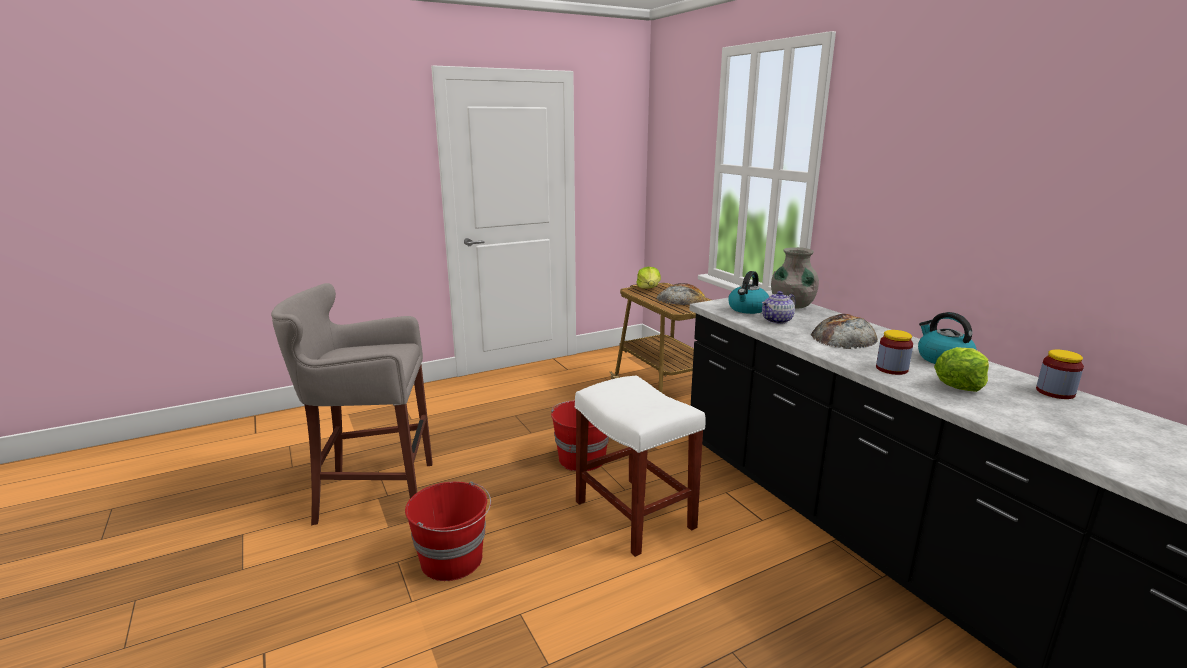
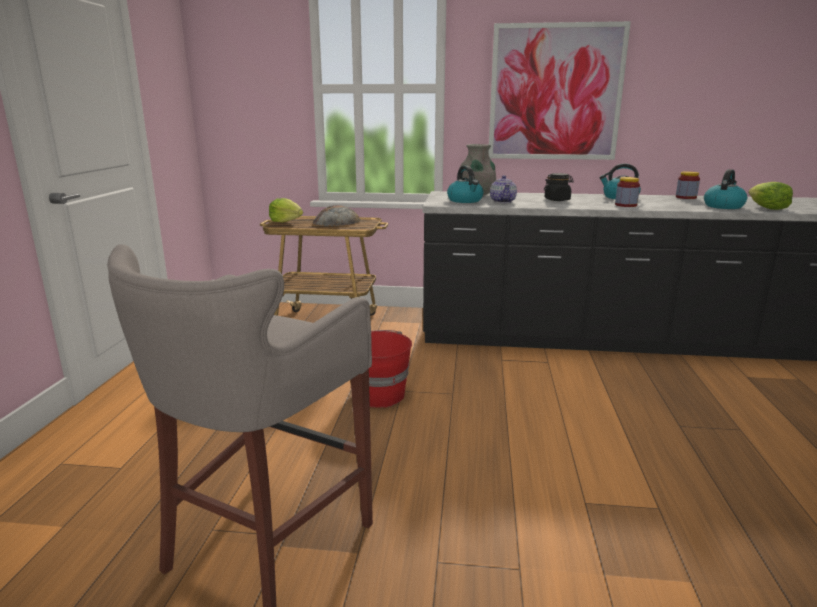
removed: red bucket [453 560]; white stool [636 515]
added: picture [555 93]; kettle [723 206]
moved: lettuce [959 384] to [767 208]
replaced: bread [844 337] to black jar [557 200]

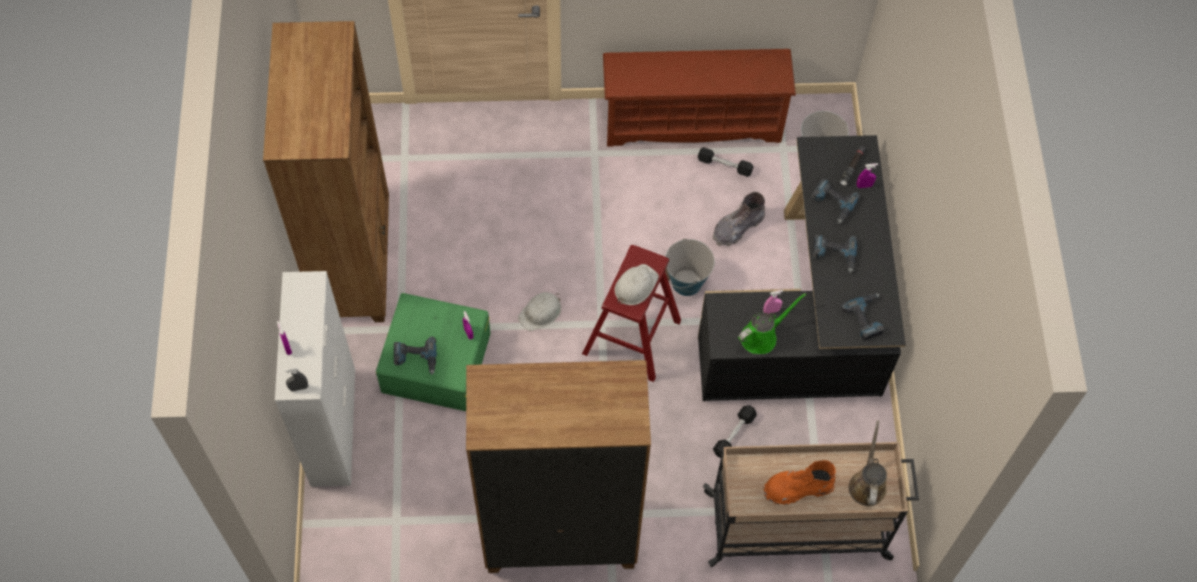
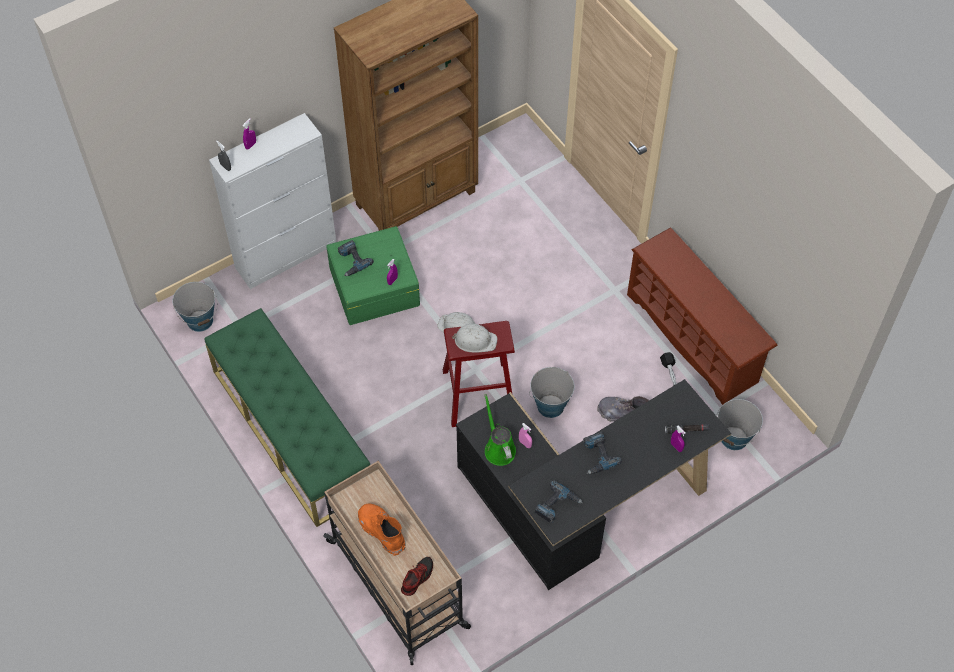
removed: black dumbbell [734 434]; power drill [832 203]
added: bucket [200 320]
replaced: brown bookcase [558 535] to green bench [291 431]; brown watering can [867 483] to shoe [417 577]
turned: green watering can [762 336] = [498 448] 135 degrees counterclockwise

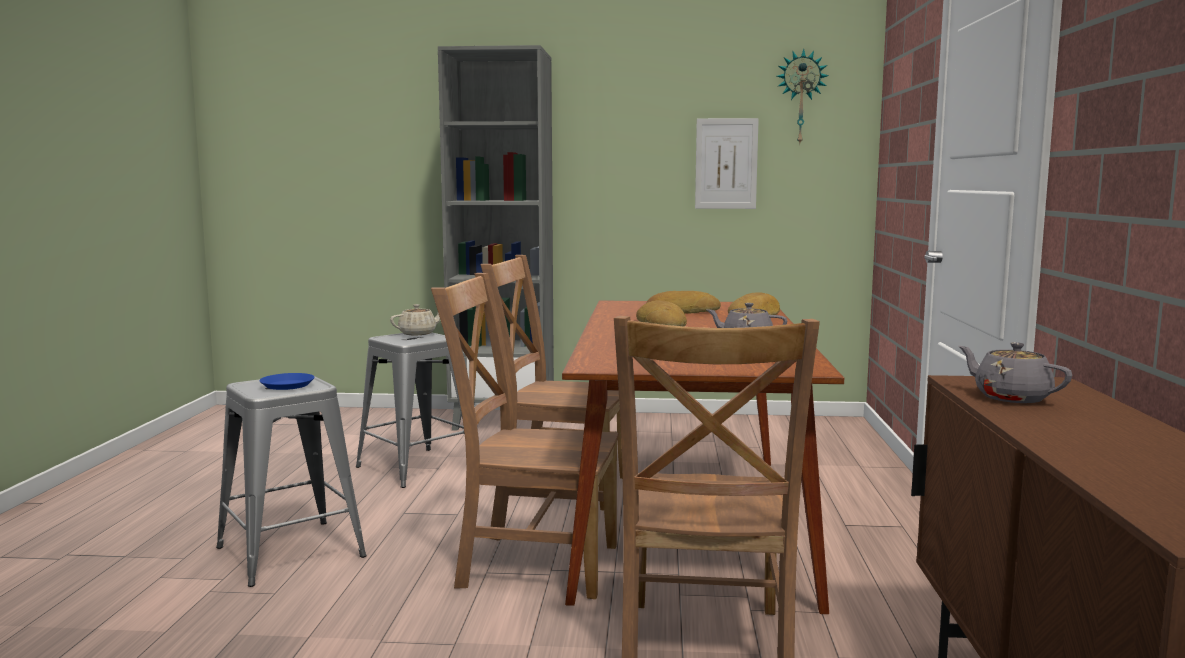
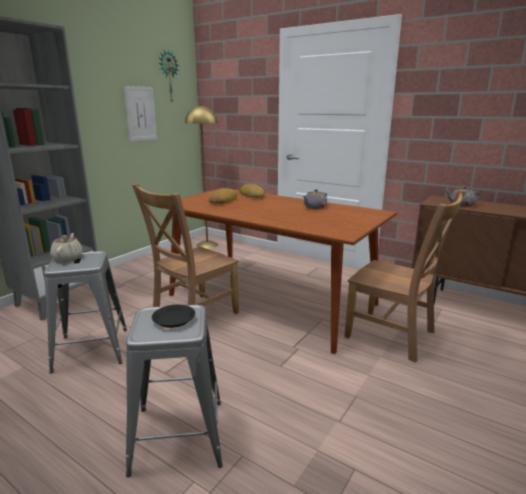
removed: brown chair [532 564]; bread [662 324]
added: yellow floor lamp [207 245]
recoloured: blue plate [287 385] to black plate [173 319]

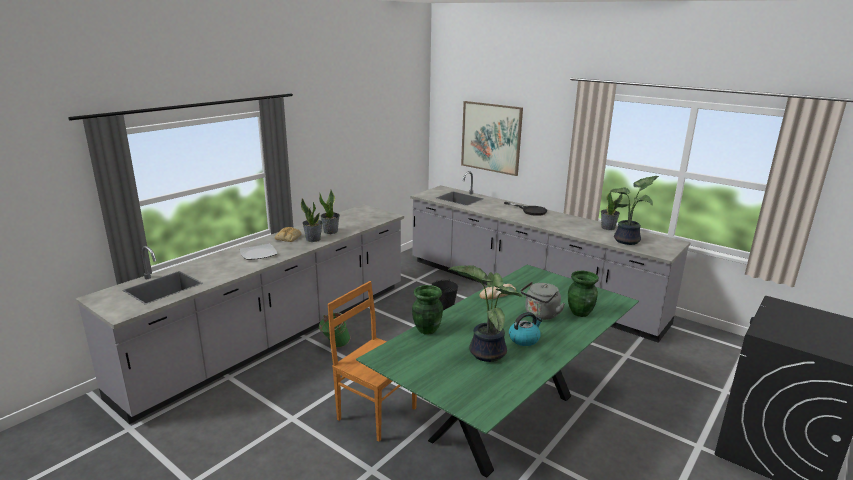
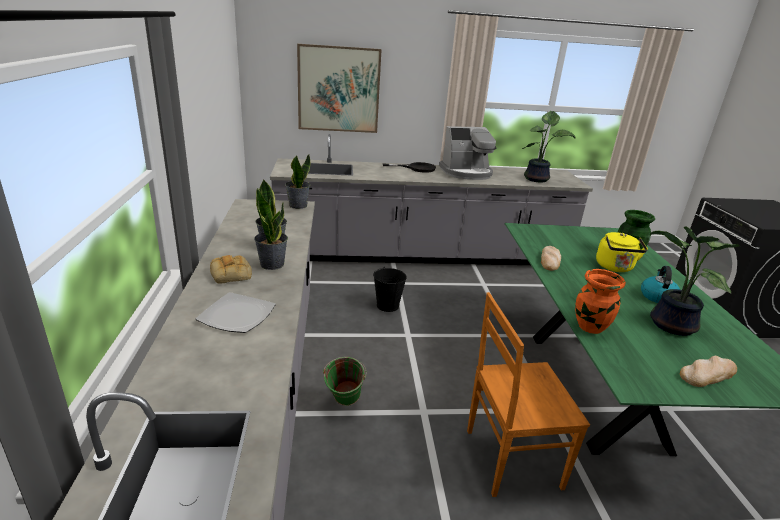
added: coffee machine [466 173]; bread [707 374]
moved: potted plant [607 227] to [298 205]
recoloured: green vase [426 330] to orange vase [590 327]; grey kettle [540 315] to yellow kettle [615 267]

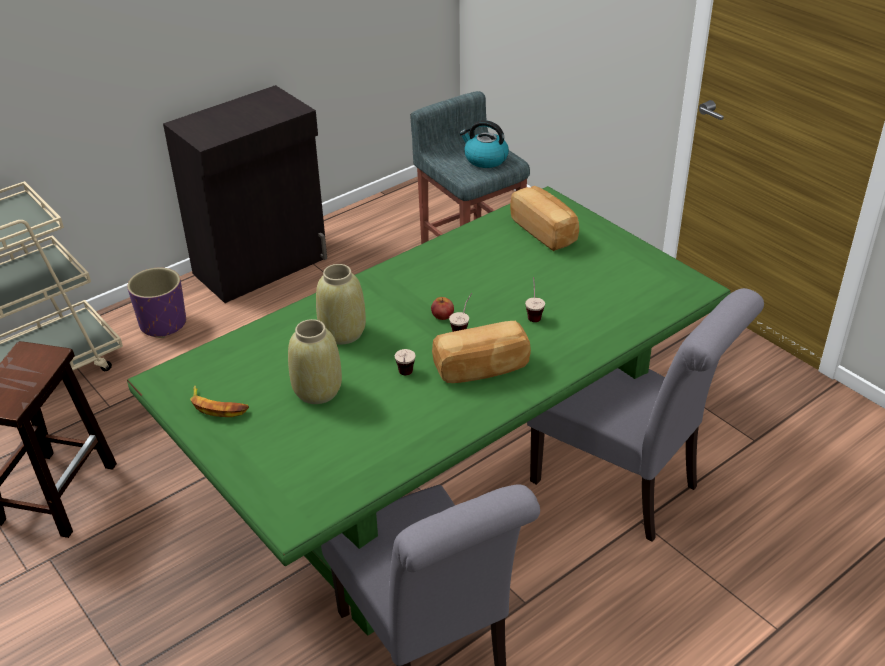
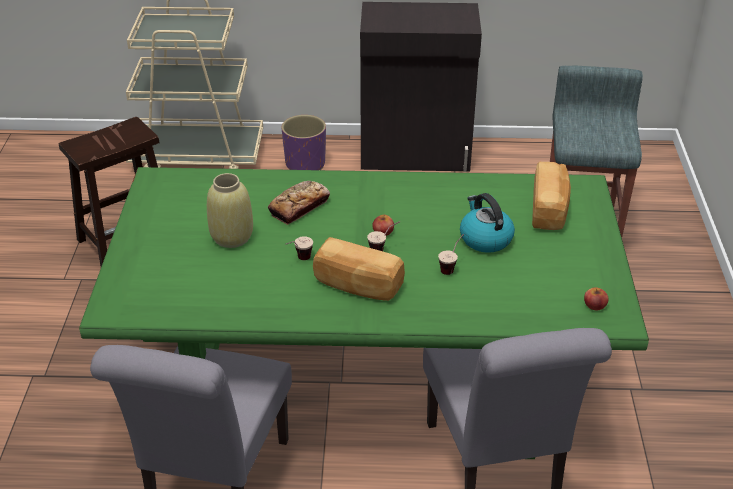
removed: banana [218 406]
added: apple [595 305]
moved: kettle [485 159] to [485 238]
replaced: beige vase [342 332] to bread [299 207]

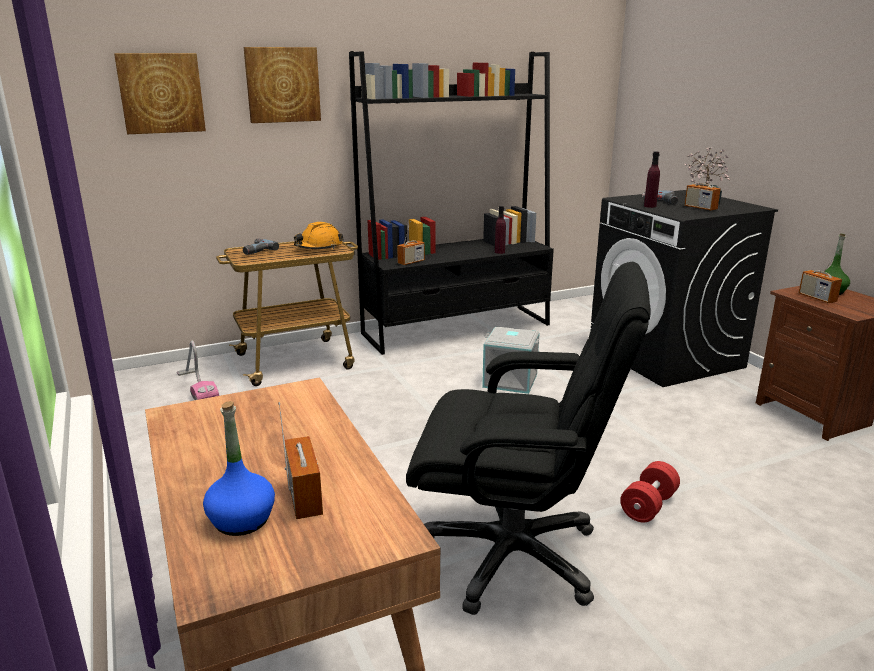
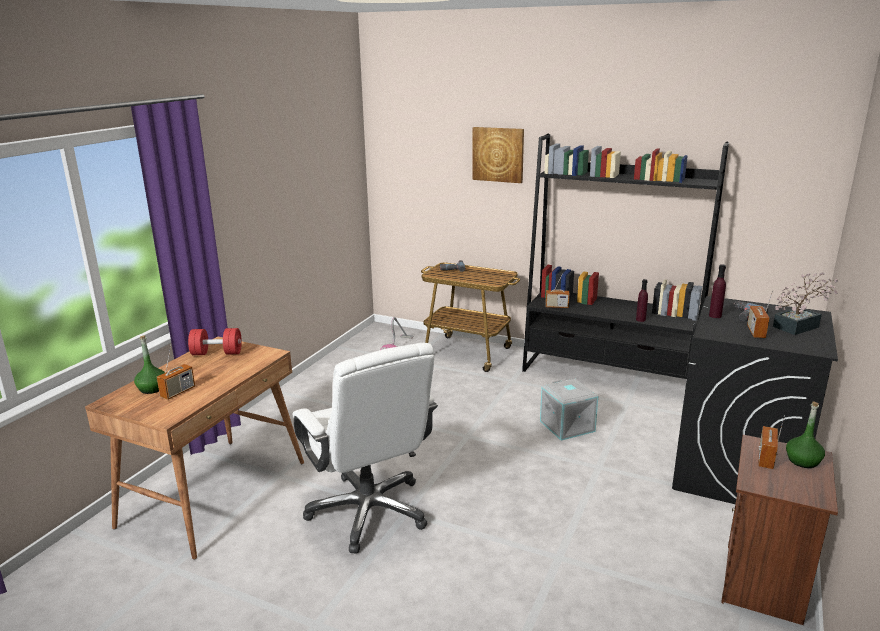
removed: picture [161 93]; orange hard hat [318 247]
moved: red dumbbell [648 506] to [217 353]
recoloured: blue bottle [241 520] to green bottle [152 388]; black office chair [514 555] to white office chair [369 511]

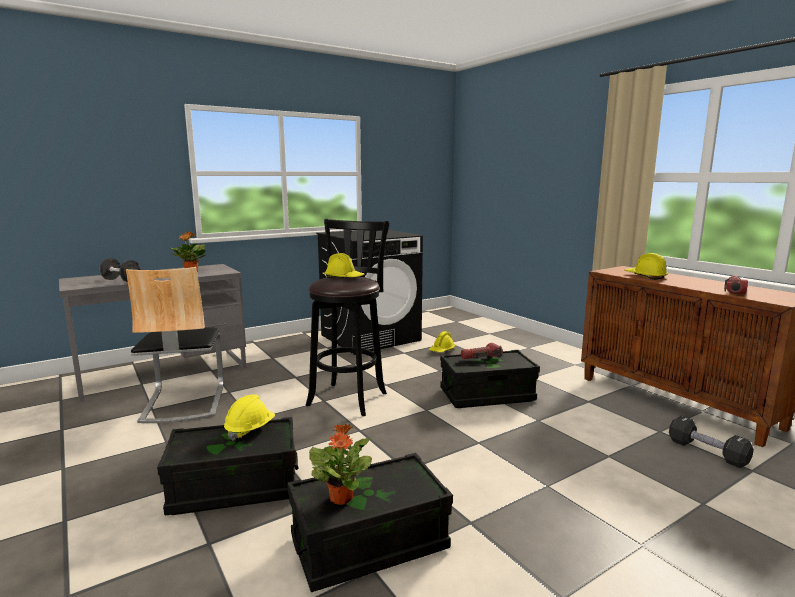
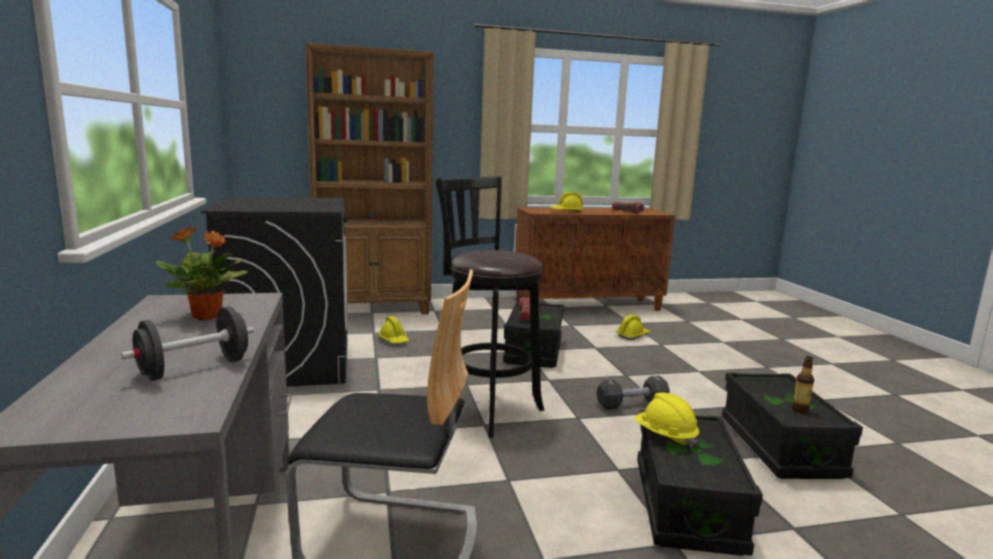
added: brown bookcase [374 308]
moved: yellow hard hat [344 278] to [632 335]; black dumbbell [707 452] to [632 404]
replaced: potted plant [341 497] to bottle [800 410]

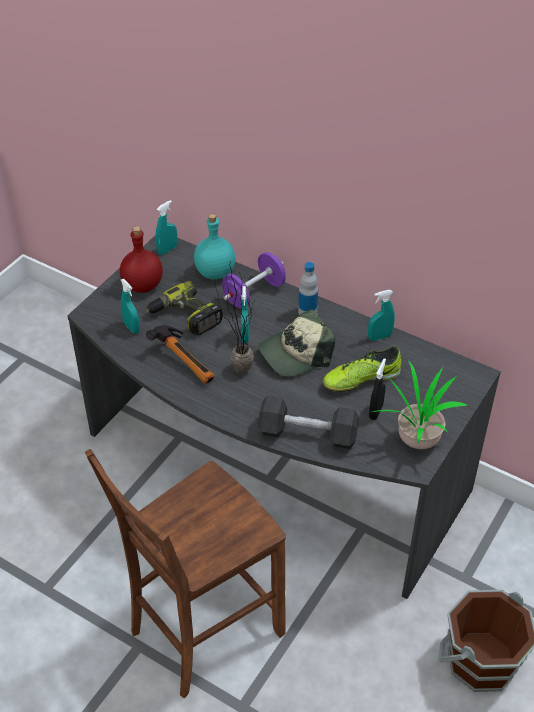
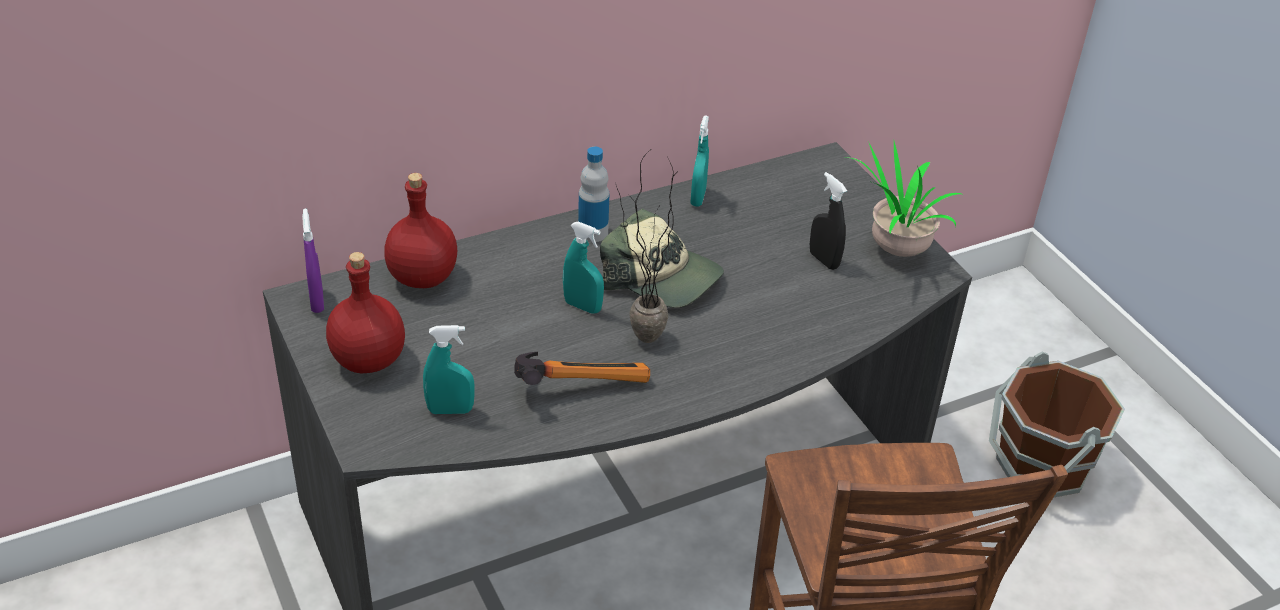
removed: power drill [185 317]; purple dumbbell [254 294]; black dumbbell [307 434]; shoe [361 379]
recoloured: turquoise spray bottle [167 249] to purple spray bottle [317 301]; turquoise bottle [214 272] to red bottle [422 278]
turned: cap [296 353] = [661 277] 60 degrees counterclockwise

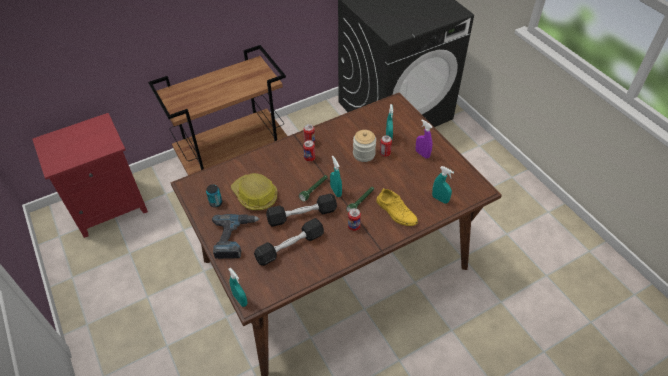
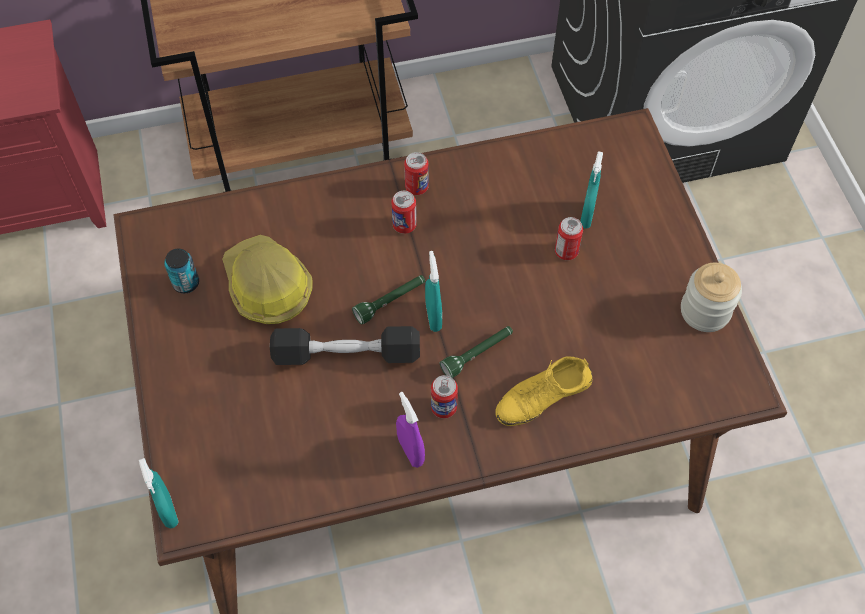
removed: power drill [235 238]; black dumbbell [290 247]; turquoise spray bottle [440 199]
moved: jar [364 154] to [705 311]; purple spray bottle [422 154] to [410 451]
turned: yellow shoe [396 212] = [543 396] 90 degrees clockwise

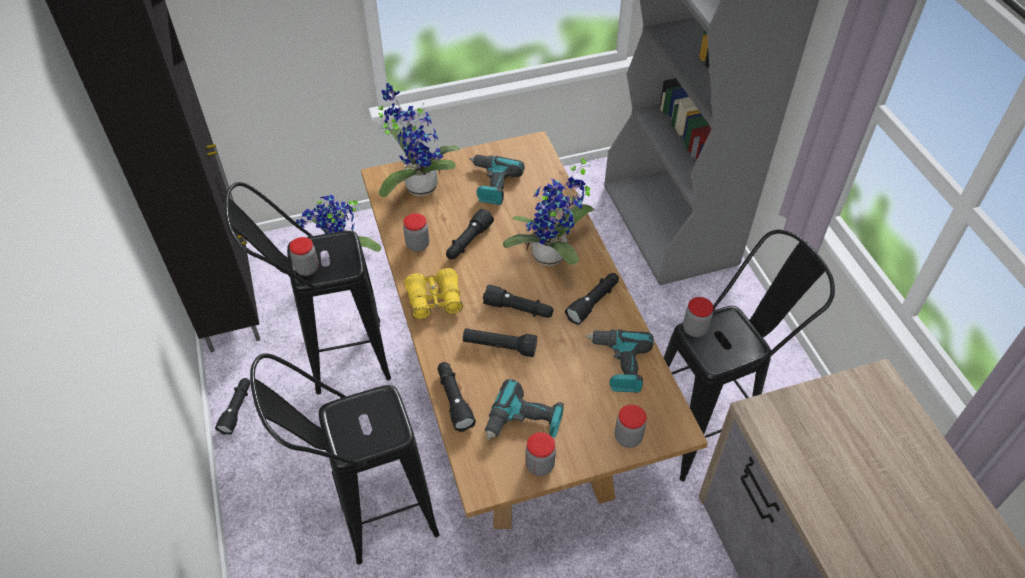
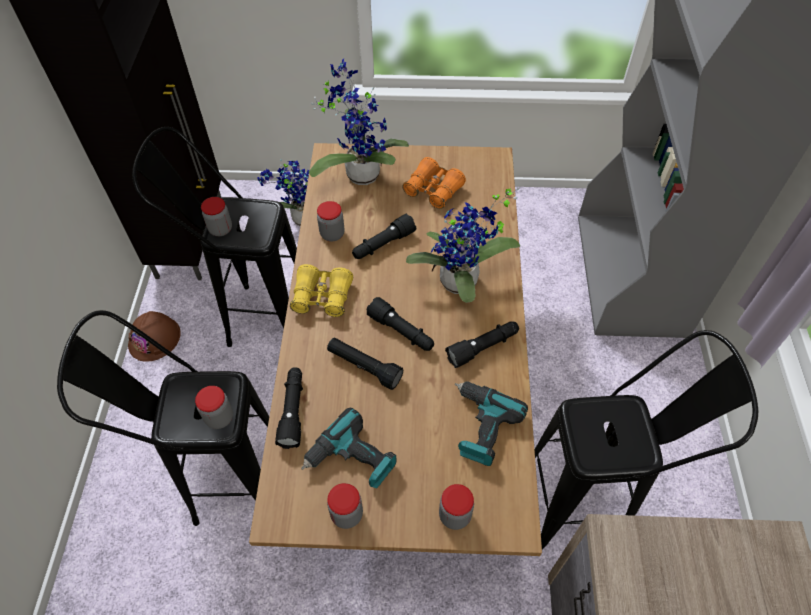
moved: jar [695 329] to [219 417]
replaced: black flashlight [237 409] to brown hard hat [155 338]; power drill [491 184] to orange binoculars [433 190]

